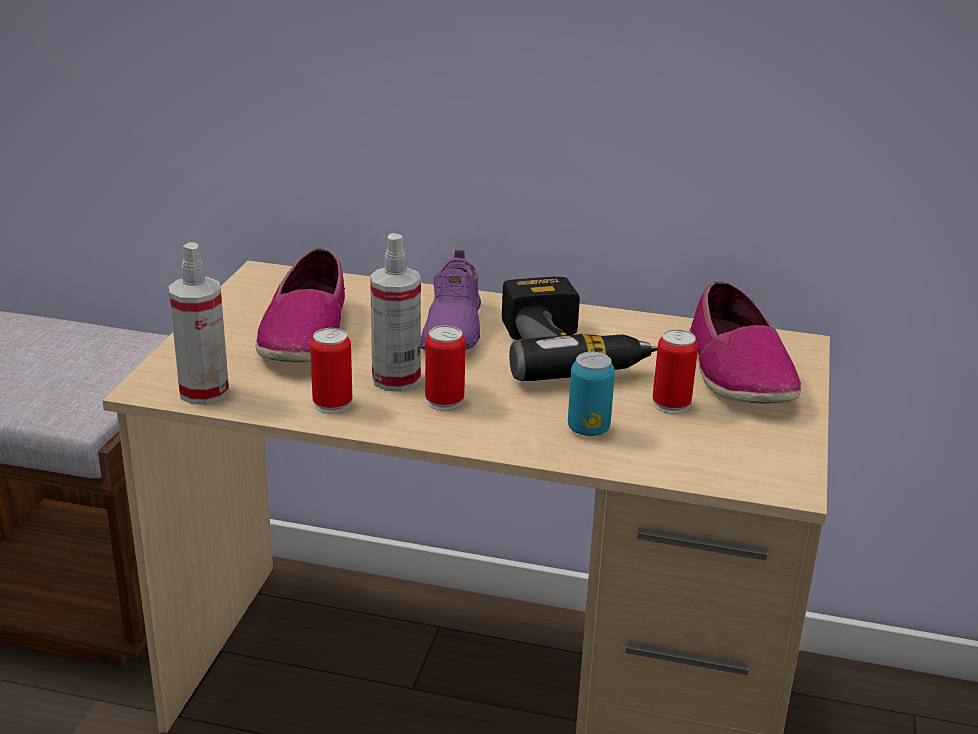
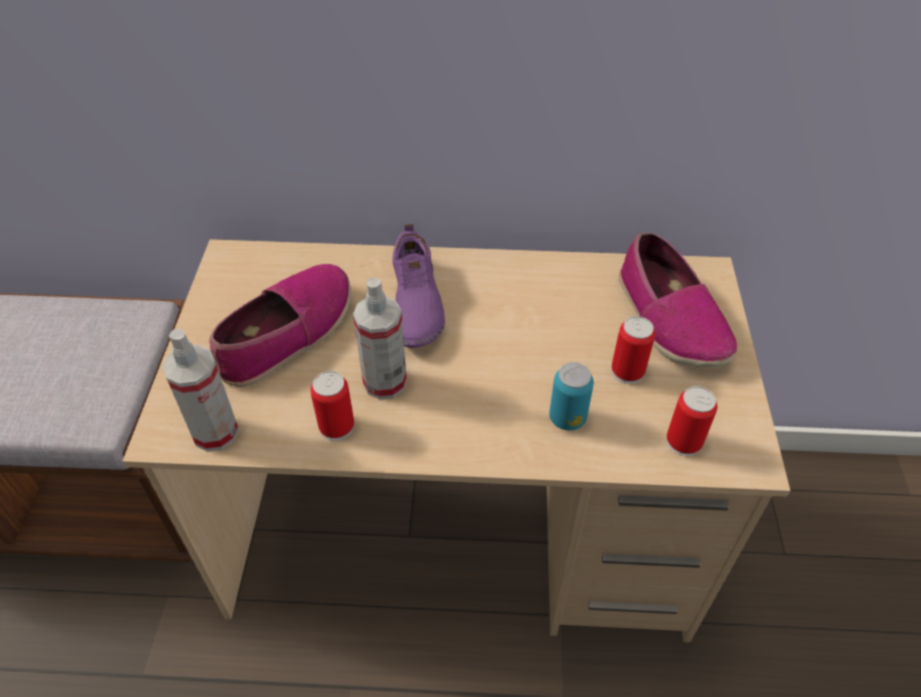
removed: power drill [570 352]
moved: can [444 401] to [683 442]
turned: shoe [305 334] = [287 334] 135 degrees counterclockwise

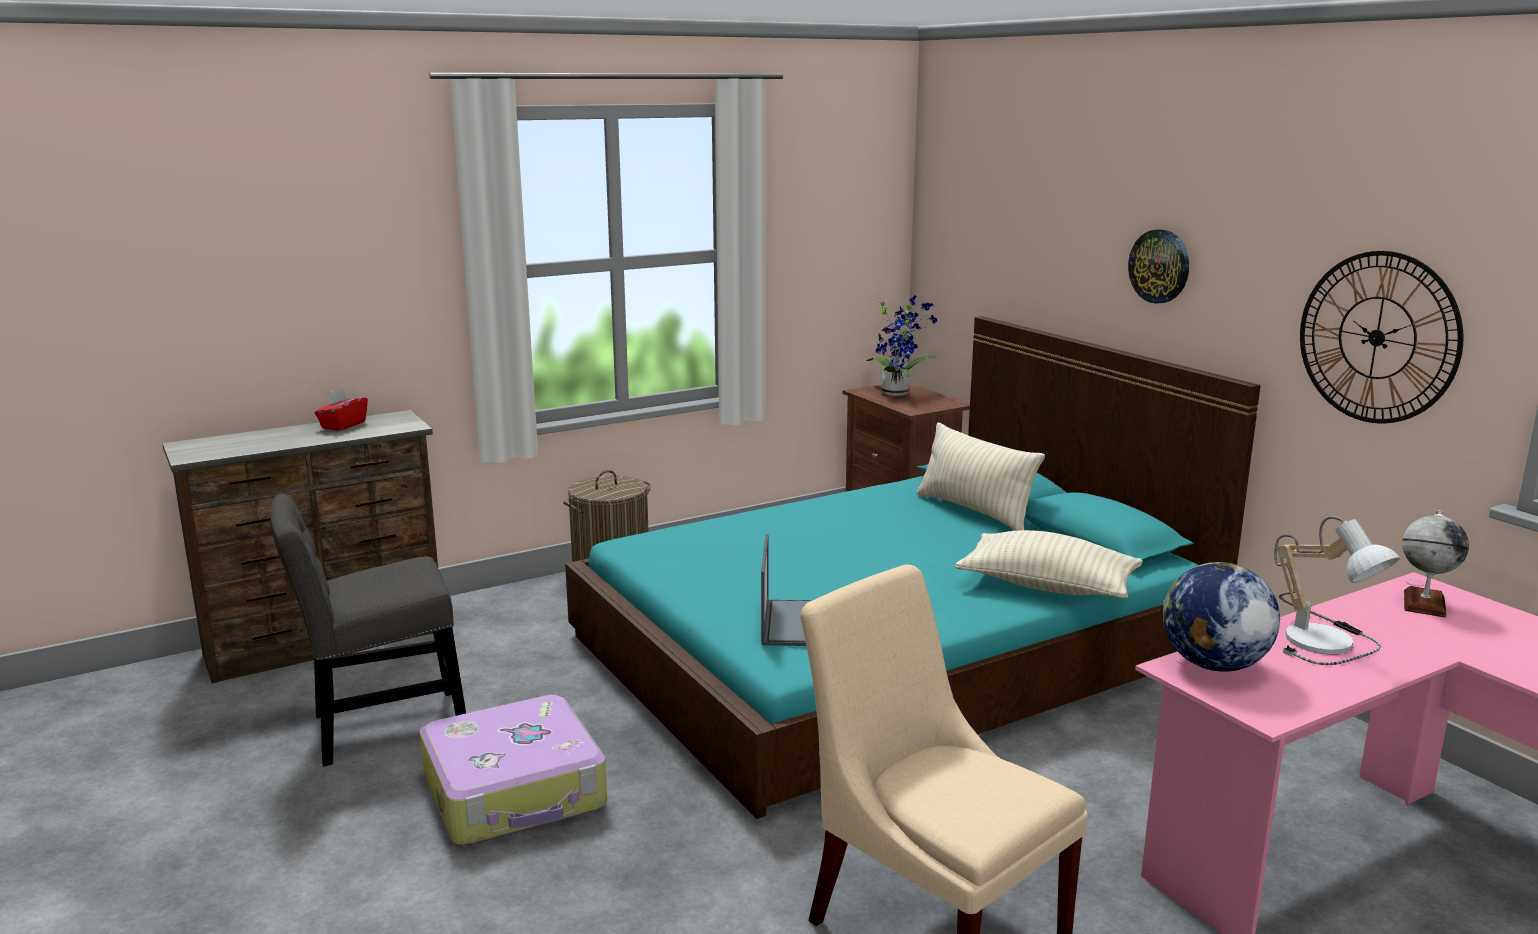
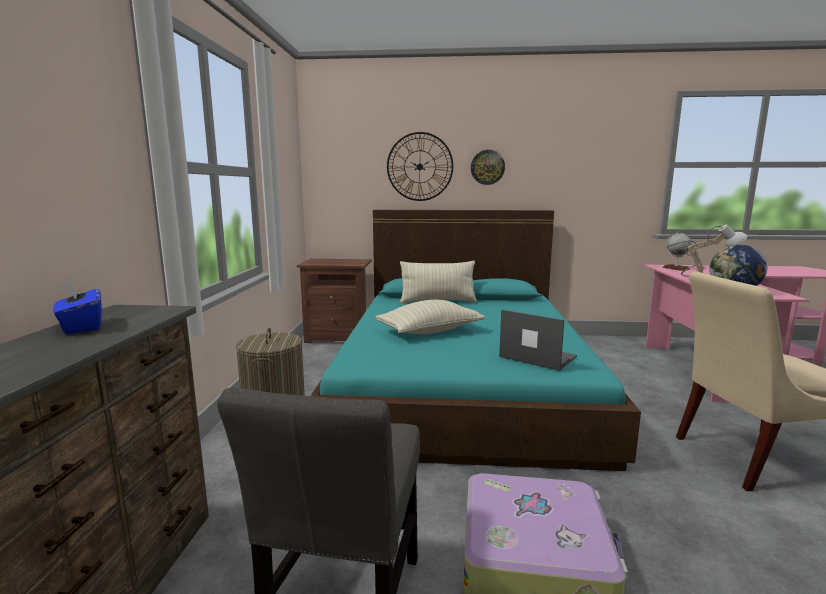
removed: potted plant [898 392]
moved: beige pillow [1048 587] to [430 331]; wall clock [1377 337] to [419 167]
recoloured: red tissue box [343 425] to blue tissue box [82 327]

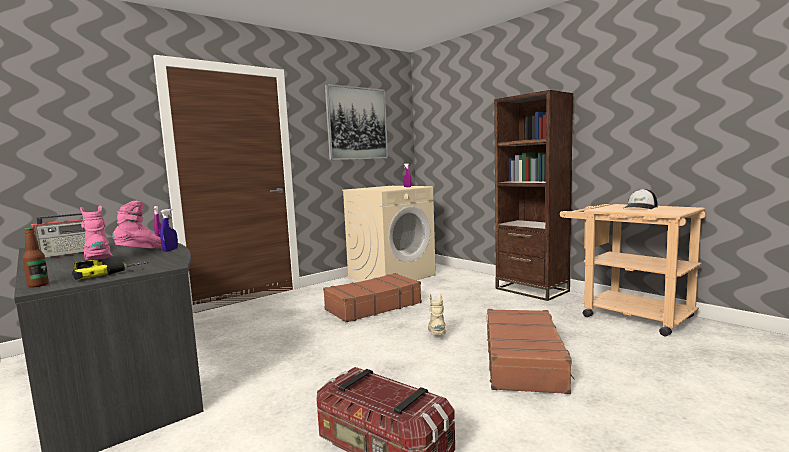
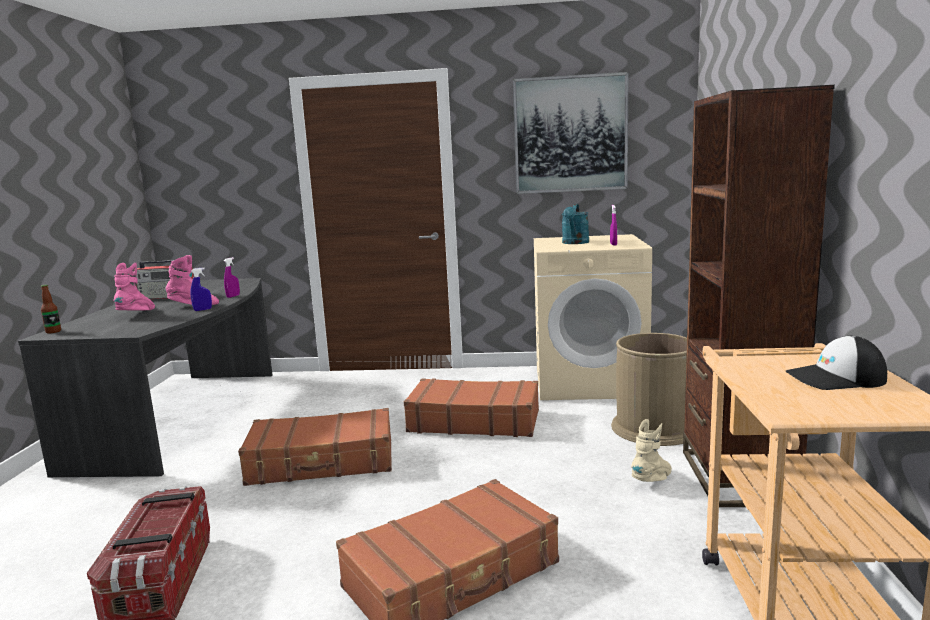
removed: power drill [109 272]
added: brown suitcase [322 462]; turquoise watering can [575 243]; brown trash can [654 428]
moved: beige boot [437 335] to [653 480]

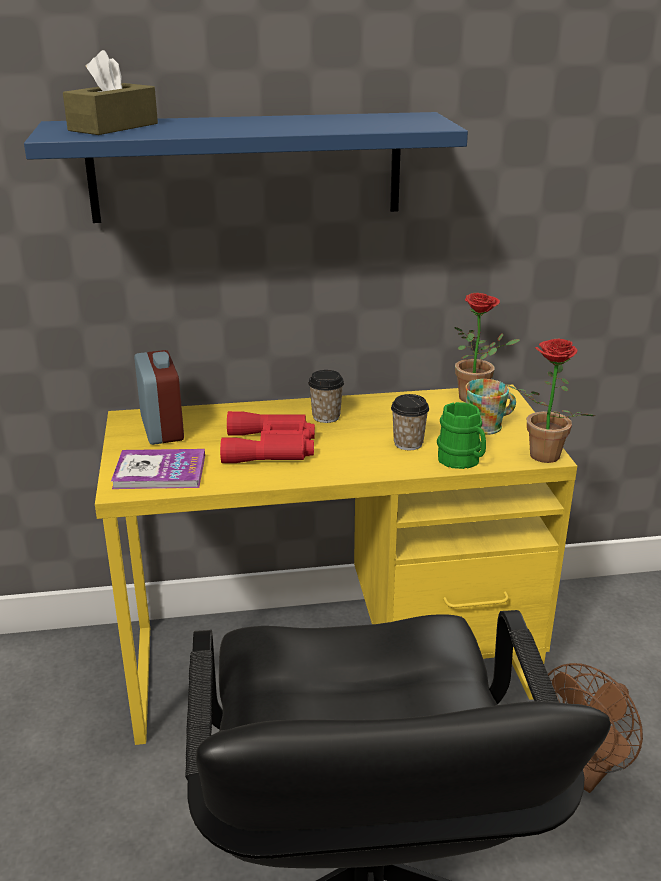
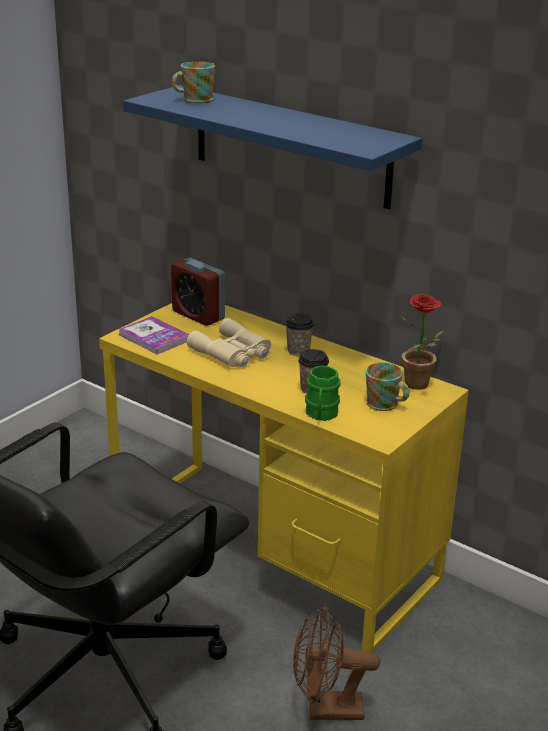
removed: potted plant [539 457]
replaced: brown tissue box [113 127] to mug [193 100]
recoloured: red binoculars [272 447] to beige binoculars [232 353]
turned: alarm clock [162 428] = [198 315] 105 degrees clockwise

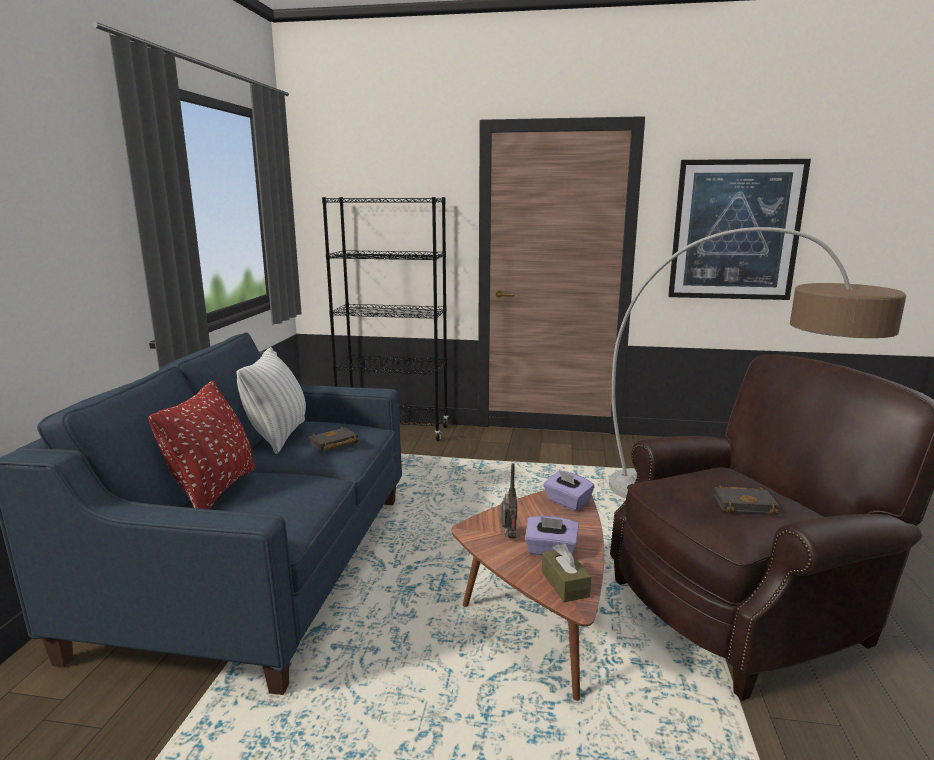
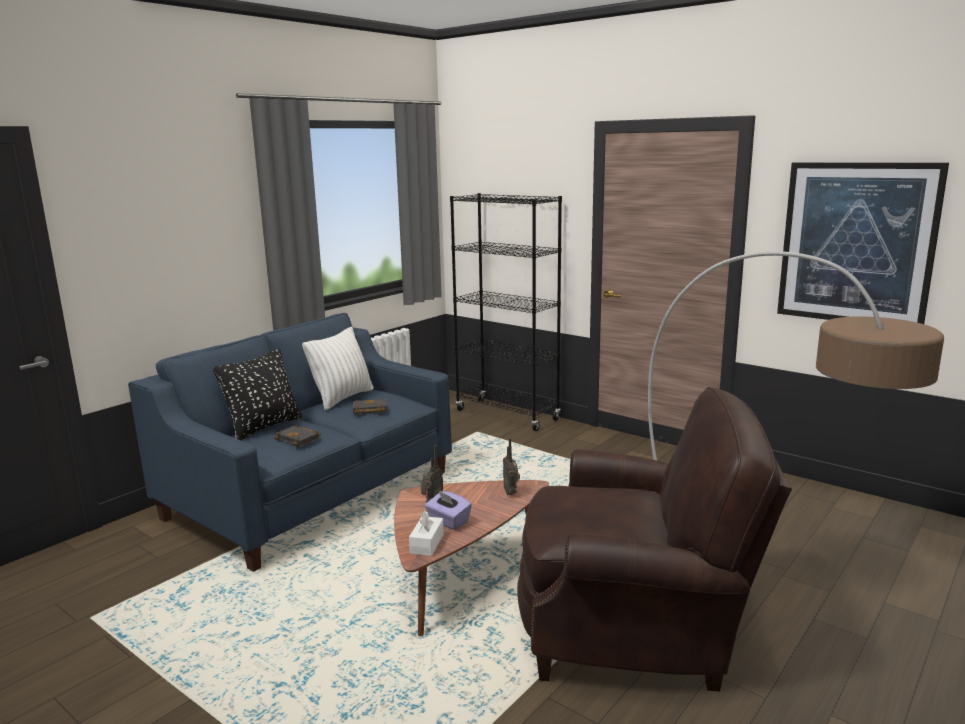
moved: black book [745 504] to [299 439]
replaced: purple tissue box [567 502] to radio [511 493]
recoloured: red pillow [215 491] to black pillow [264 427]; brown tissue box [565 584] to white tissue box [427 543]

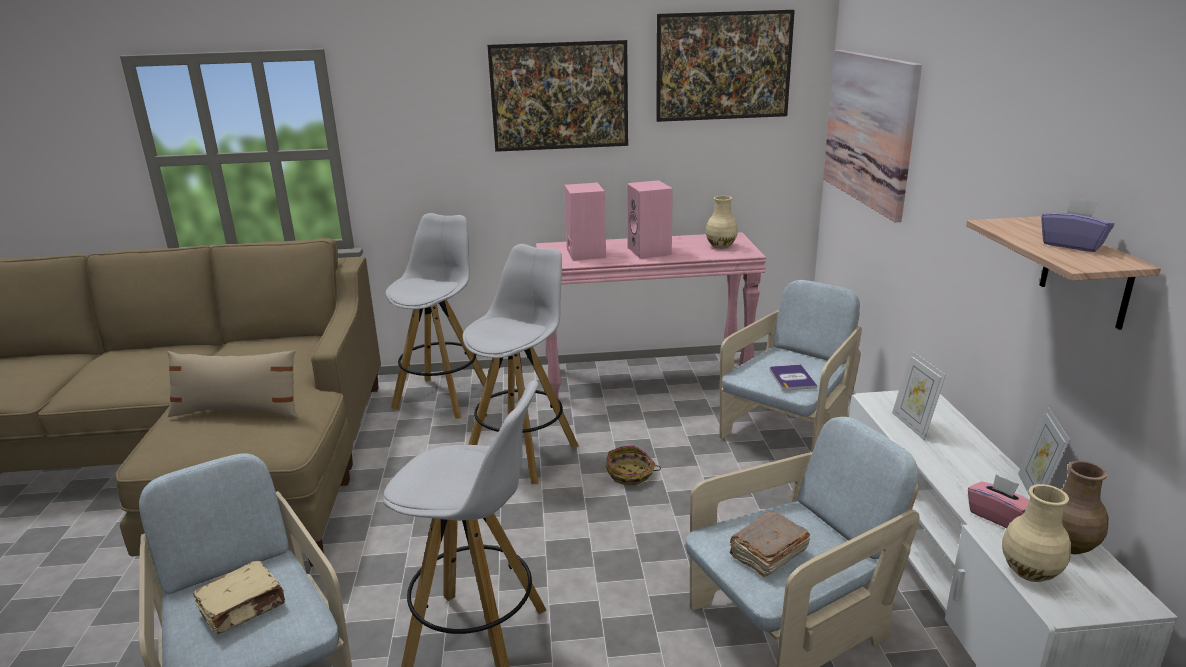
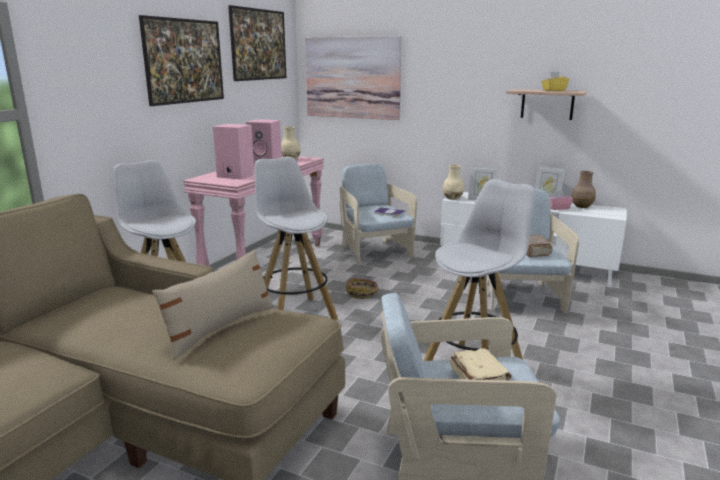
moved: beige vase [1031 572] to [453 198]
recoloured: purple tissue box [1072 245] to yellow tissue box [553 90]

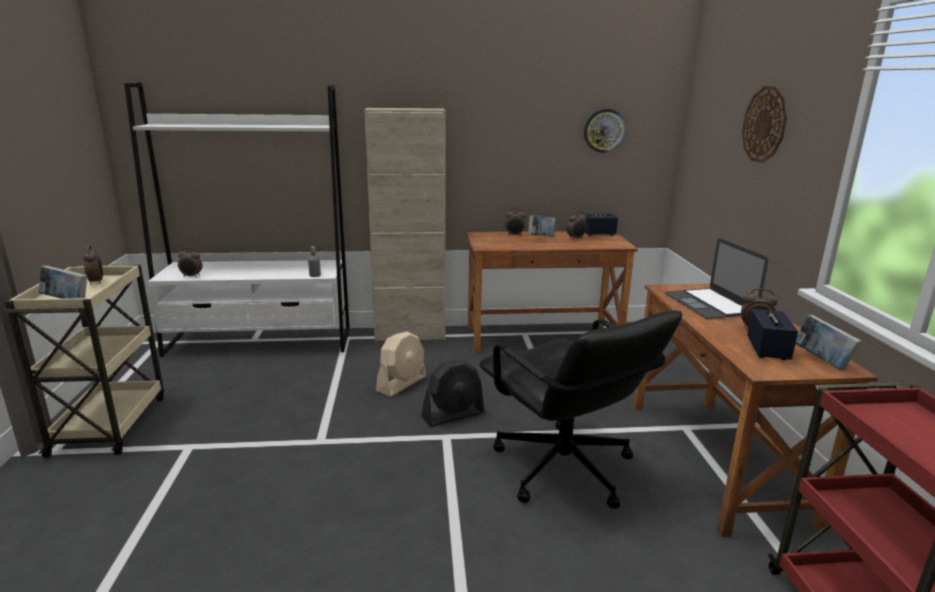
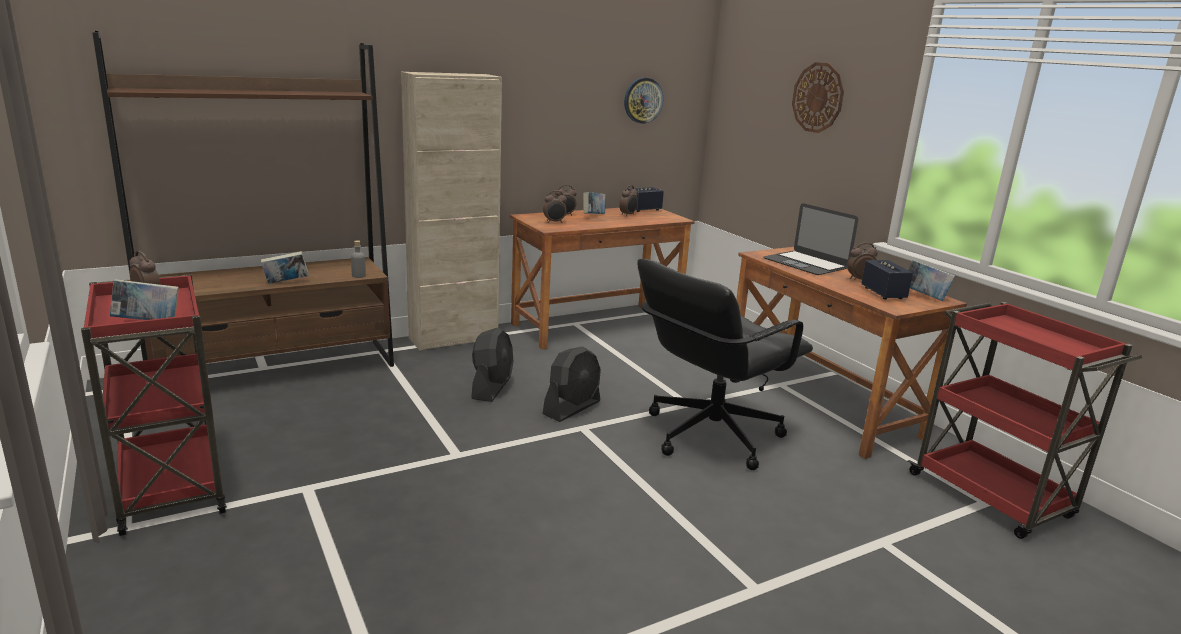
added: book [286 283]
moved: alarm clock [191 276] to [554 222]
recoloured: beige cart [110 424] to red cart [170 485]; white bookcase [260 342] to brown bookcase [275 369]; beige fan [402 383] to black fan [492 388]
turned: black office chair [563 469] = [710 435] 105 degrees clockwise

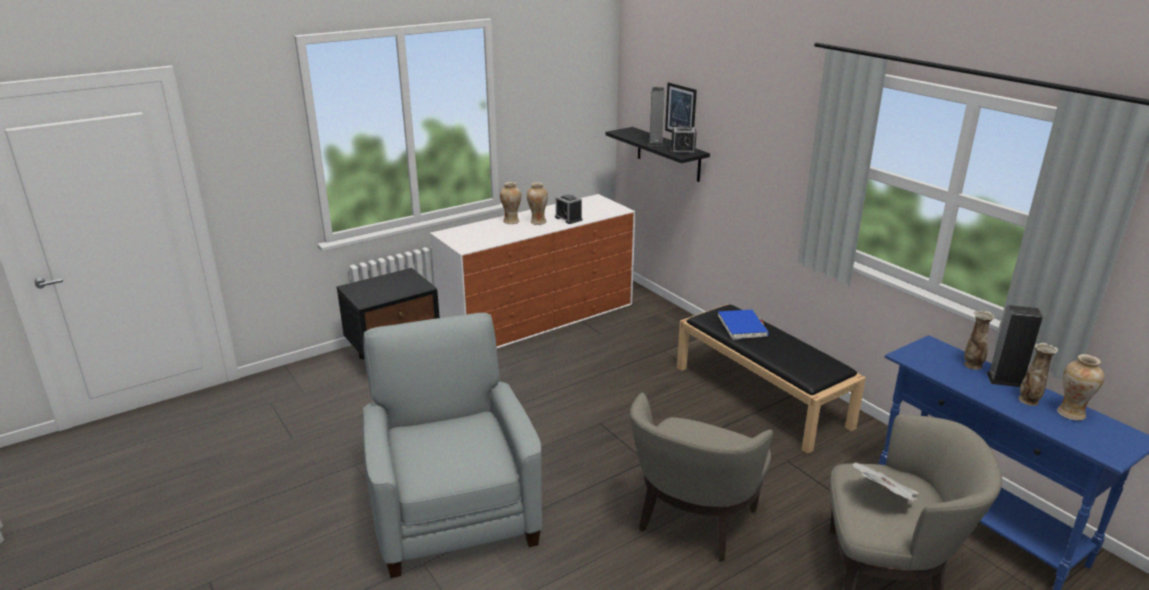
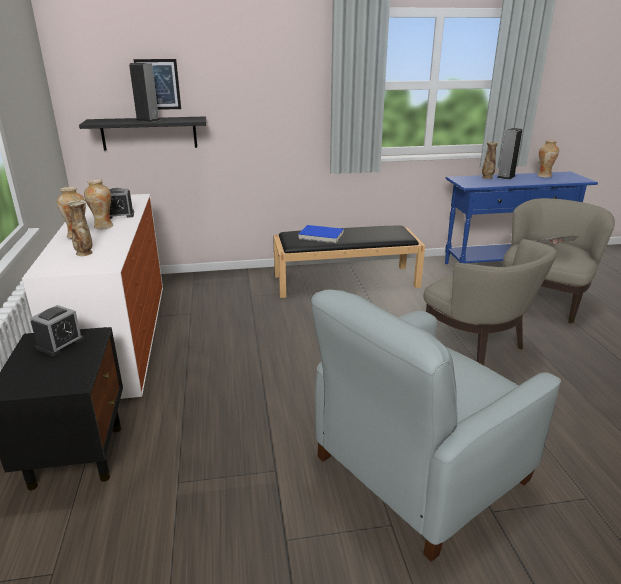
moved: alarm clock [682 151] to [60 343]; vase [1029 400] to [85 253]
turned: grey armchair [453 512] = [417 470] 45 degrees counterclockwise

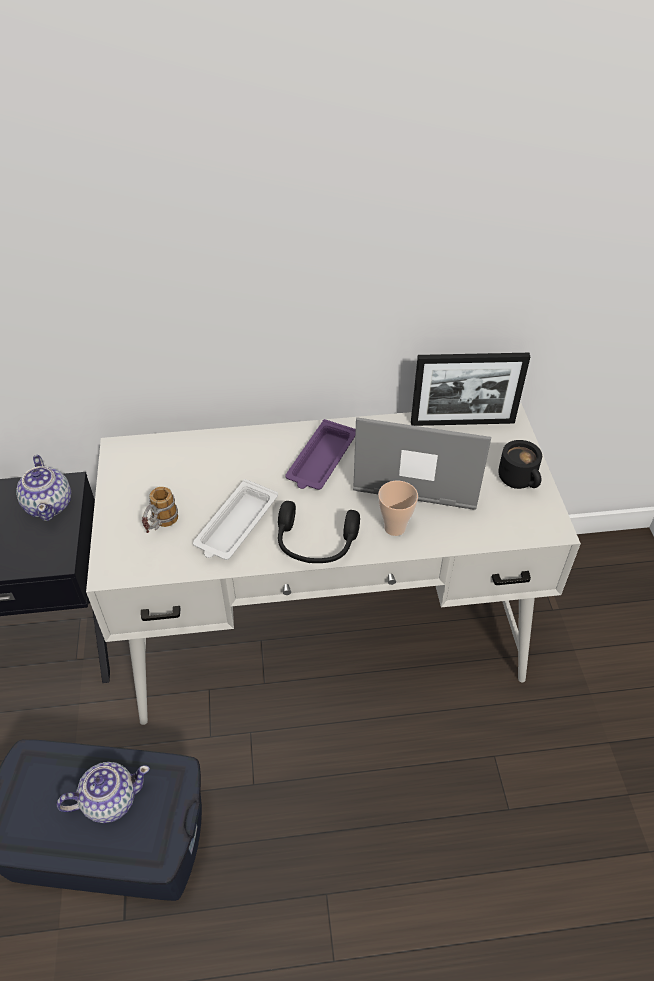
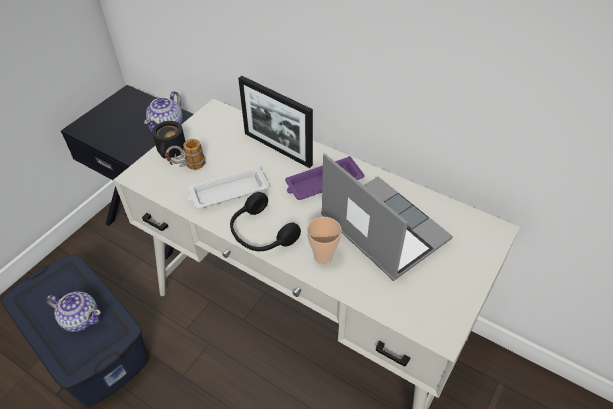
moved: picture frame [462 422] to [277 149]; black mug [520 479] to [172 152]

